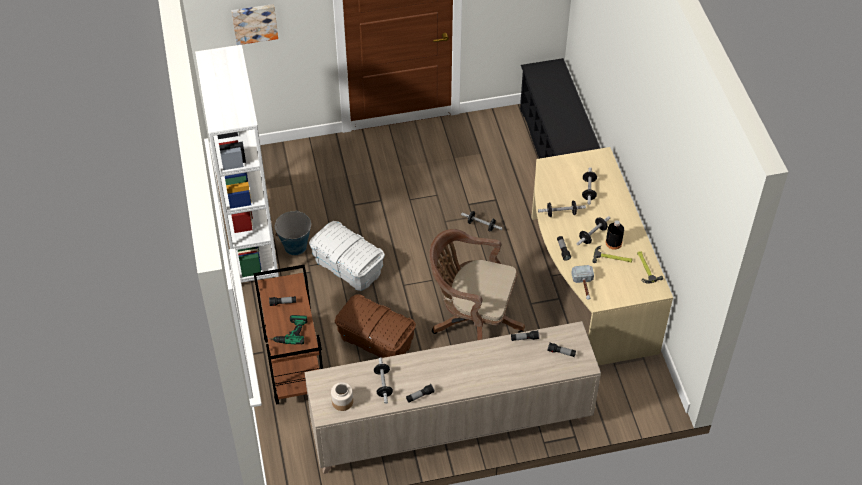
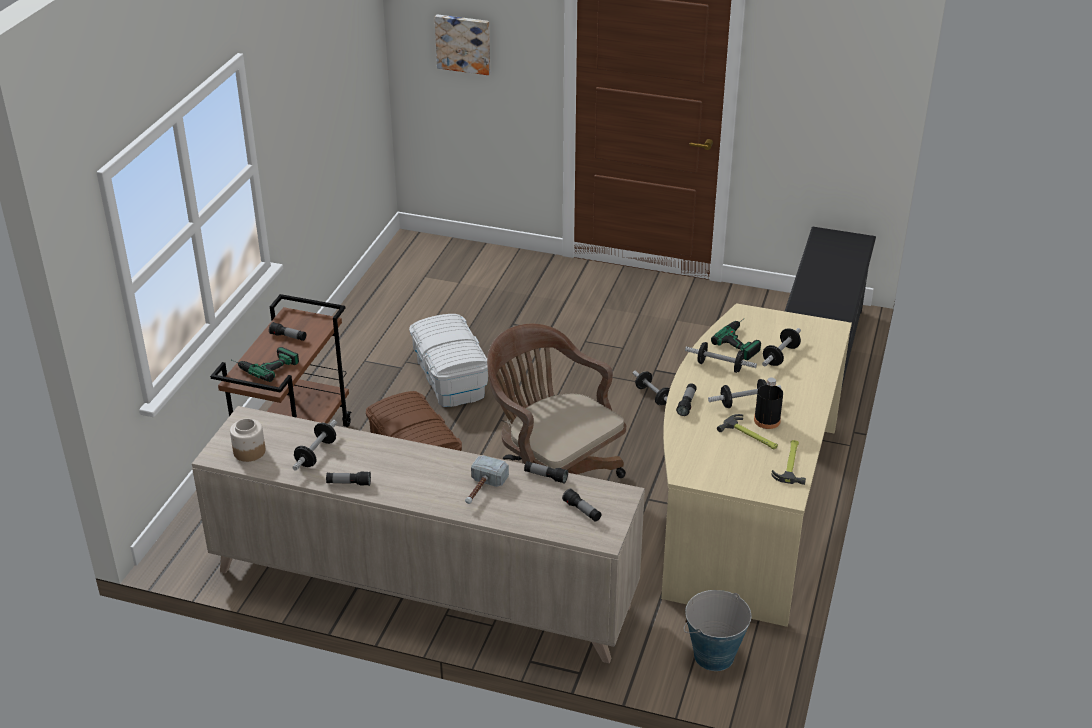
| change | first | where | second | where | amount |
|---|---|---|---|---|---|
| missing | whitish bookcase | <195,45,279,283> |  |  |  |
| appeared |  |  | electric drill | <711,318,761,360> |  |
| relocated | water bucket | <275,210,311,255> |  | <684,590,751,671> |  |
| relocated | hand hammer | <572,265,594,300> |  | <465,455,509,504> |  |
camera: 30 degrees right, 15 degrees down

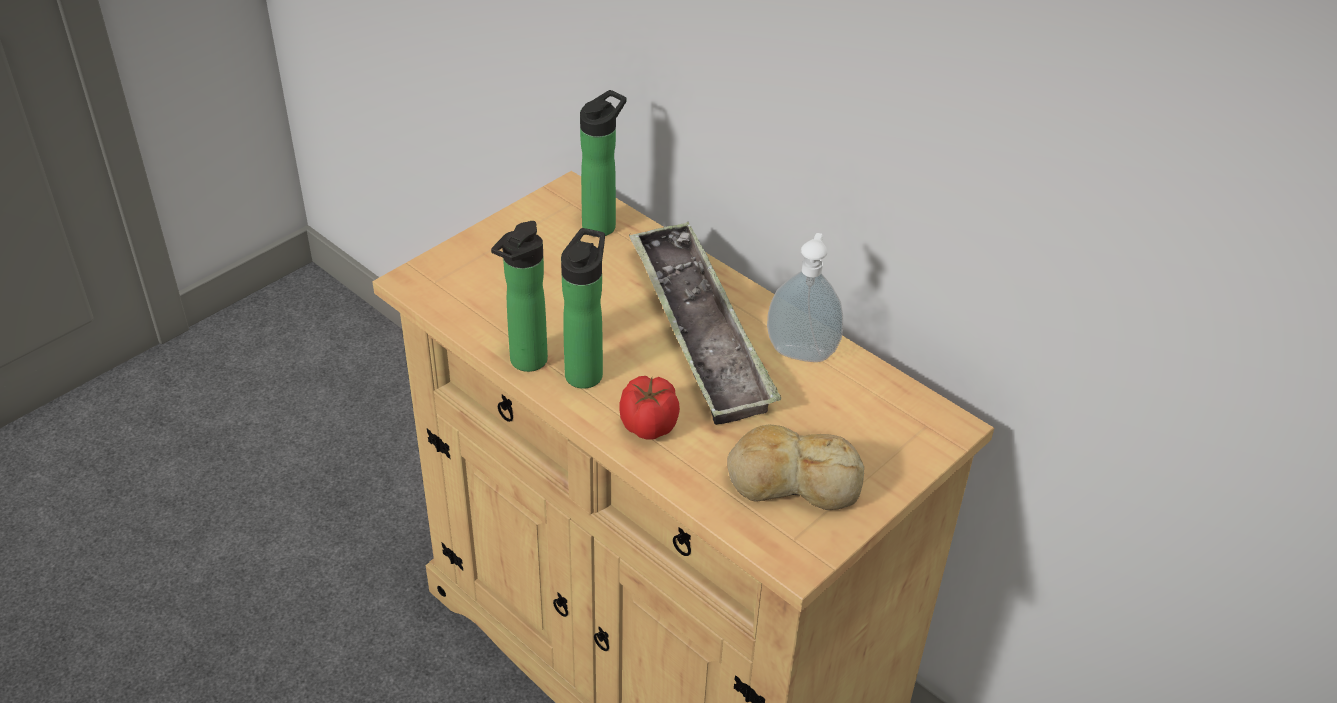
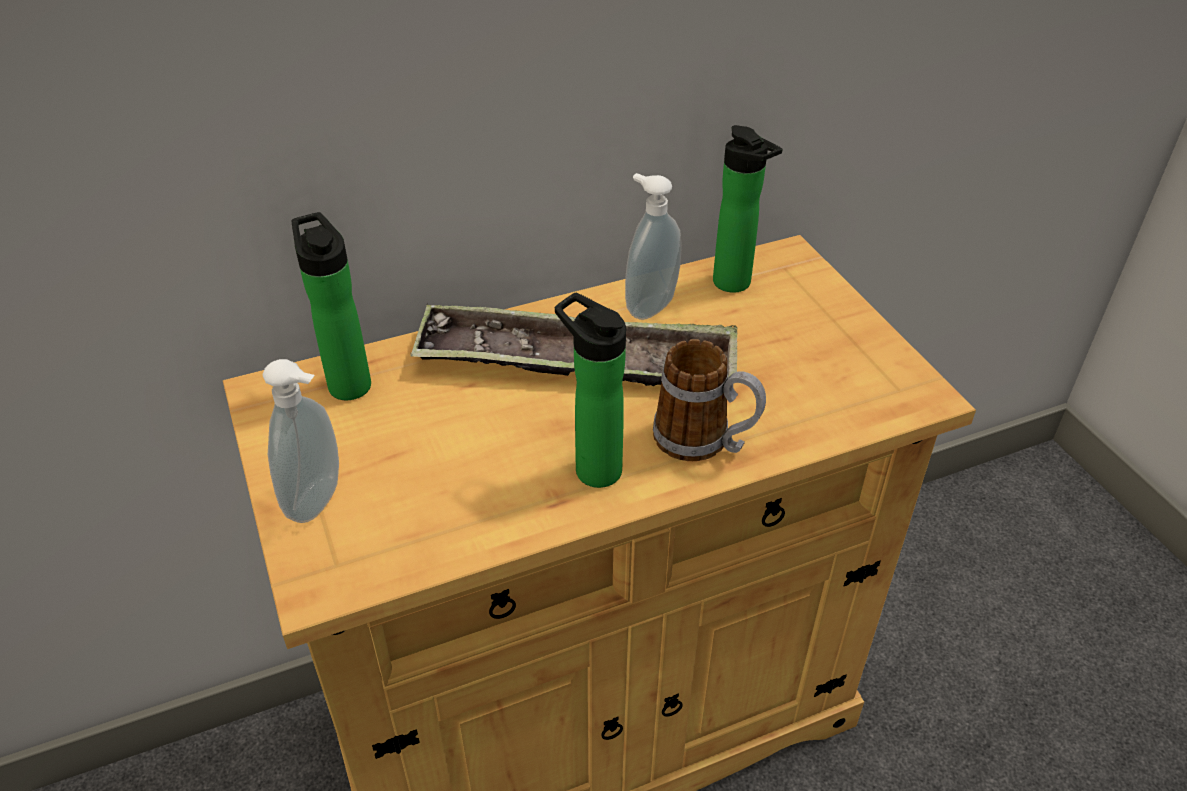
| change | first | where | second | where | amount |
|---|---|---|---|---|---|
| missing | bakery bread | <727,425,864,510> |  |  |  |
| appeared |  |  | soap bottle | <262,359,339,523> |  |
| relocated | beverage bottle | <491,221,548,372> |  | <713,125,783,293> |  |
| exchanged | tomato | <619,376,680,439> | coffee mug | <653,339,766,461> |  |
camera: 65 degrees left, 0 degrees up

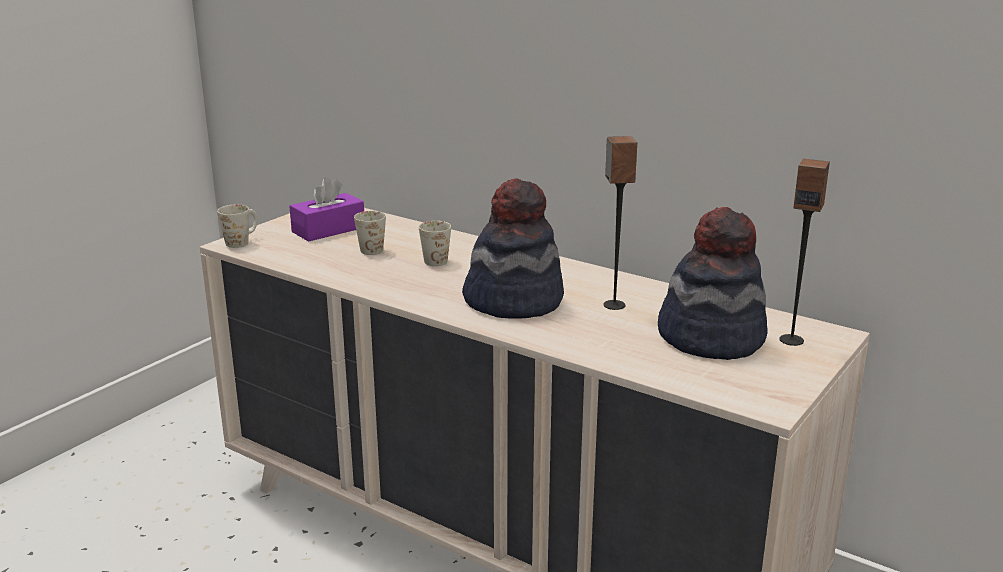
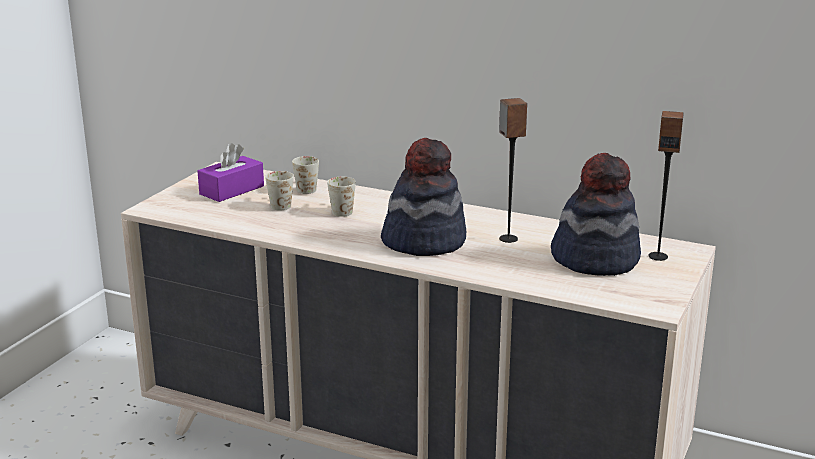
| change | first | where | second | where | amount |
|---|---|---|---|---|---|
| relocated | whitish coffee mug | <217,204,258,248> |  | <292,156,319,194> |  |
camera: 10 degrees left, 0 degrees up

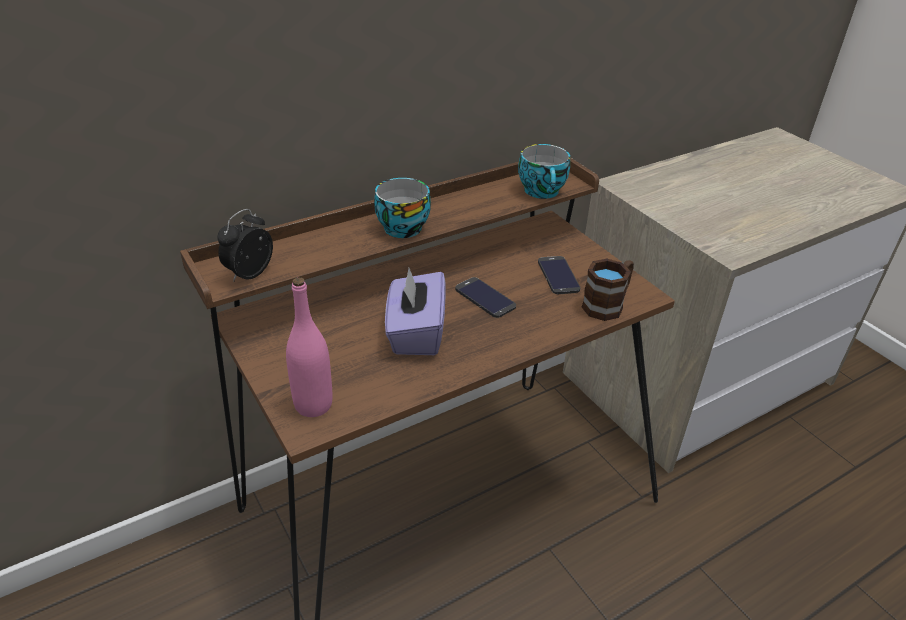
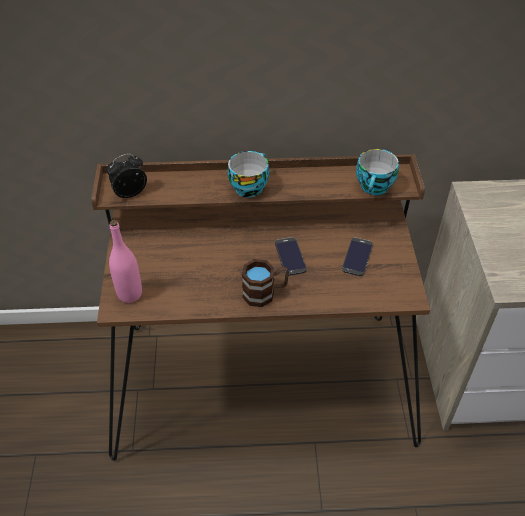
| change | first | where | second | where | amount |
|---|---|---|---|---|---|
| missing | purple box of tissues | <385,268,446,355> |  |  |  |
| relocated | brown-coloured coffee mug | <582,259,634,321> |  | <242,259,289,307> |  |
camera: 30 degrees right, 10 degrees up

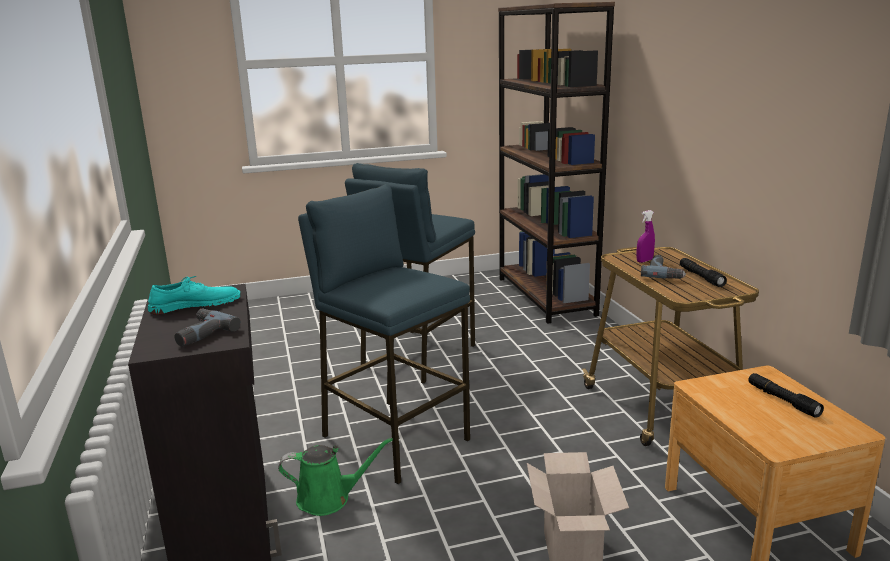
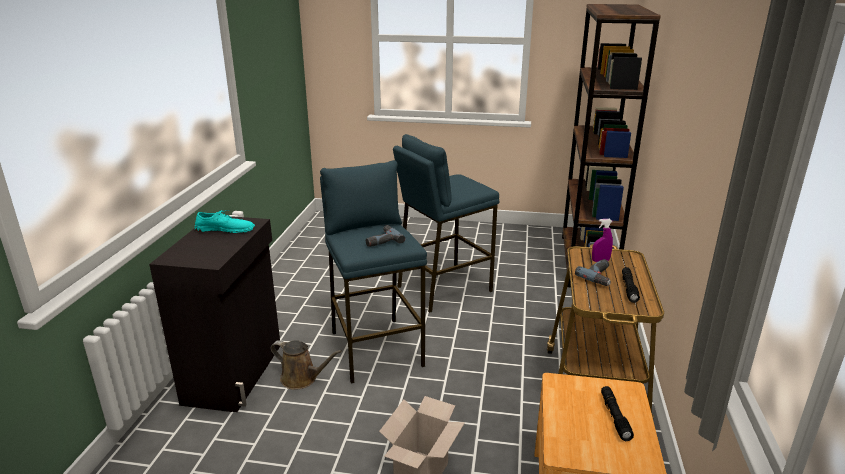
| change | first | where | second | where | amount |
|---|---|---|---|---|---|
| relocated | electric drill | <175,308,241,347> |  | <366,225,405,247> |  |
| colour | greenish watering pot | <278,438,393,516> | brown-coloured watering pot | <271,340,342,390> |  |
camera: 25 degrees right, 5 degrees up

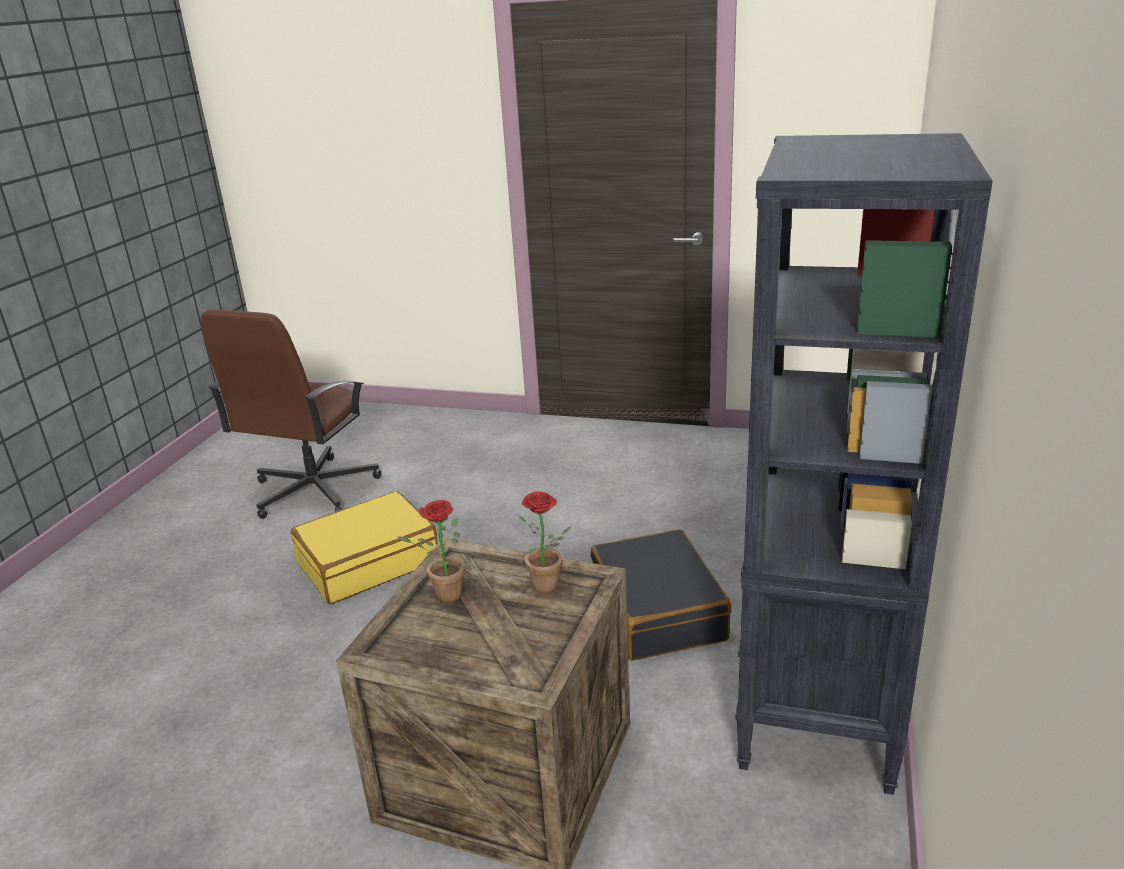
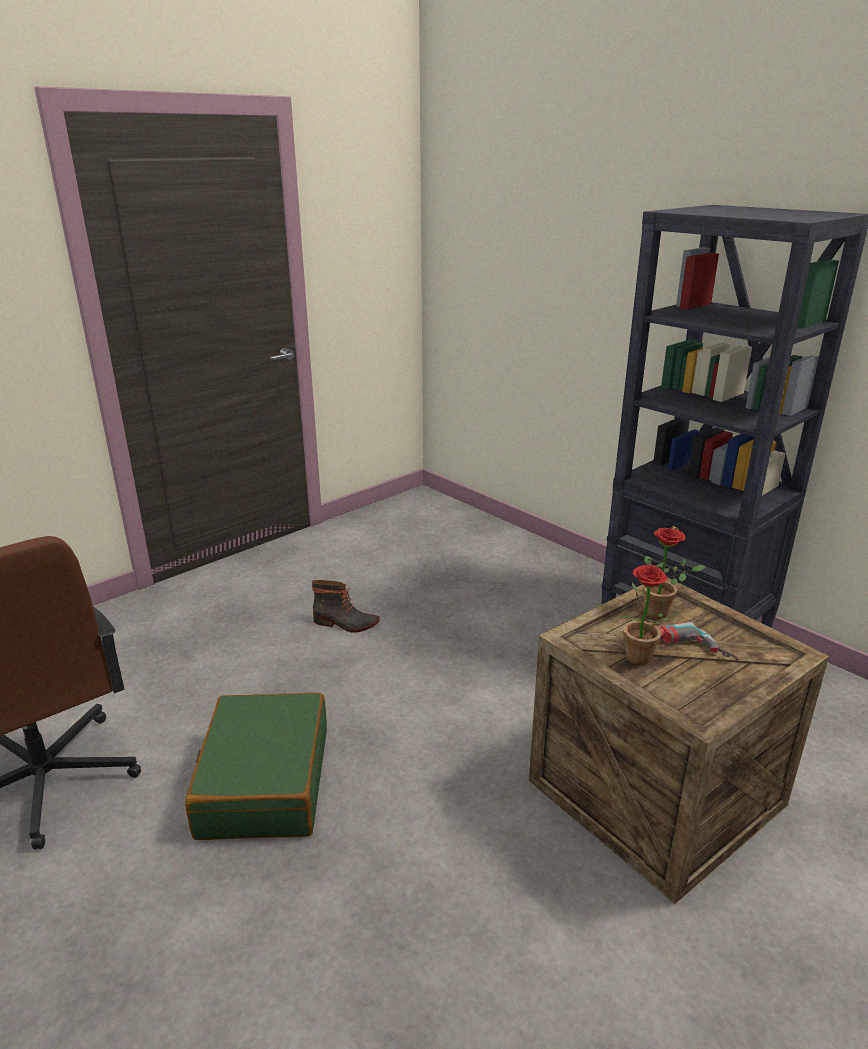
| change | first | where | second | where | amount |
|---|---|---|---|---|---|
| missing | black-coloured travel case | <591,529,731,661> |  |  |  |
| appeared |  |  | tall boot | <312,580,380,633> |  |
| appeared |  |  | electric drill | <659,622,738,660> |  |
| colour | yellow travel case | <290,491,437,604> | greenish travel case | <185,692,327,840> |  |
camera: 60 degrees left, 0 degrees up

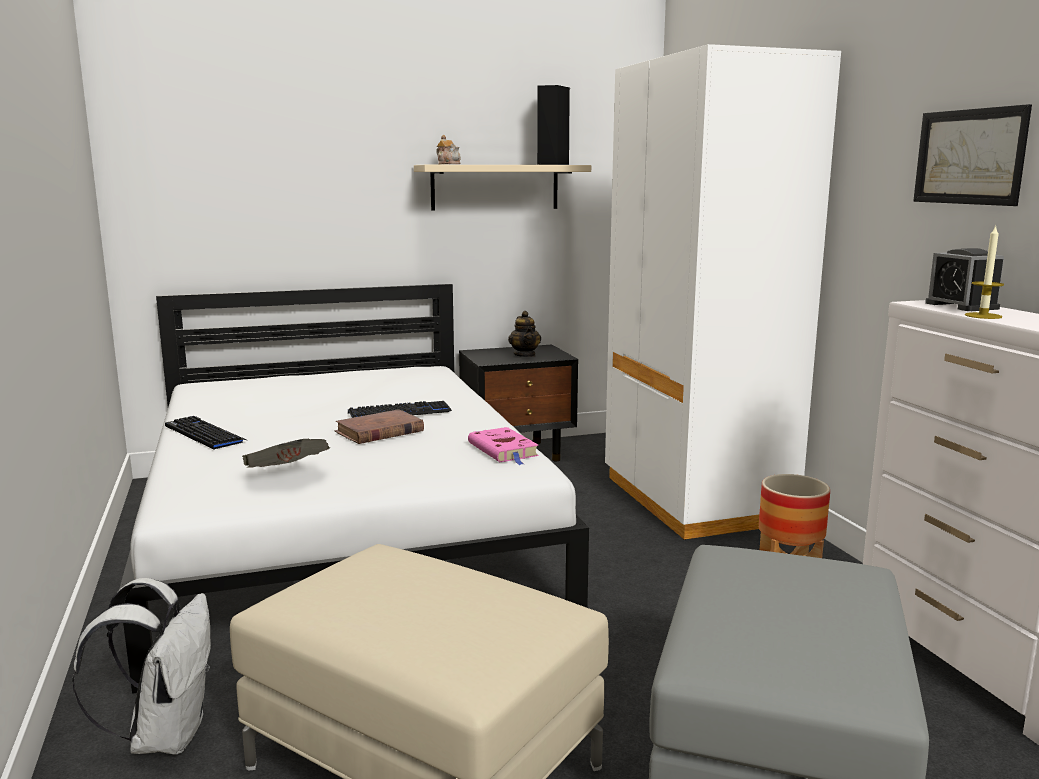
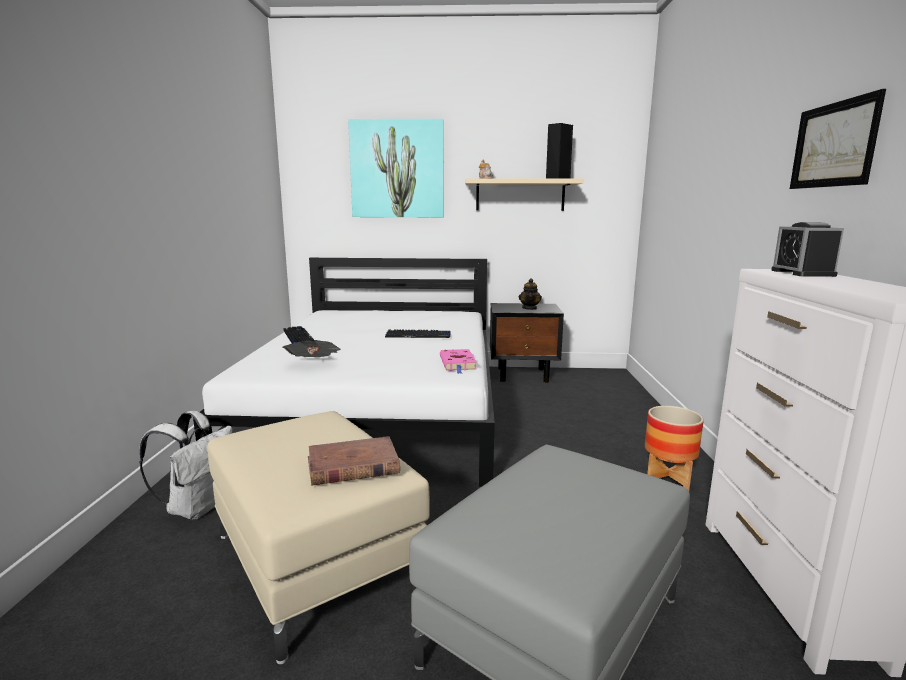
| change | first | where | second | where | amount |
|---|---|---|---|---|---|
| missing | whitish clothes cupboard | <605,44,841,540> |  |  |  |
| missing | wax candle | <965,225,1004,319> |  |  |  |
| appeared |  |  | wall picture | <348,119,444,218> |  |
| relocated | brown-coloured book | <334,409,424,444> |  | <308,436,400,486> |  |
camera: 20 degrees right, 0 degrees up

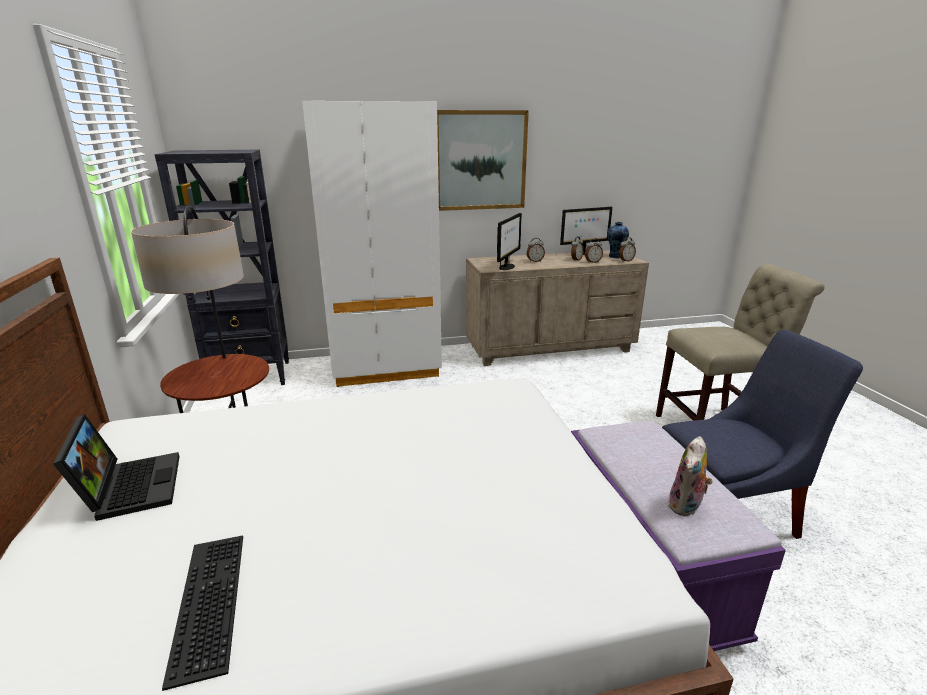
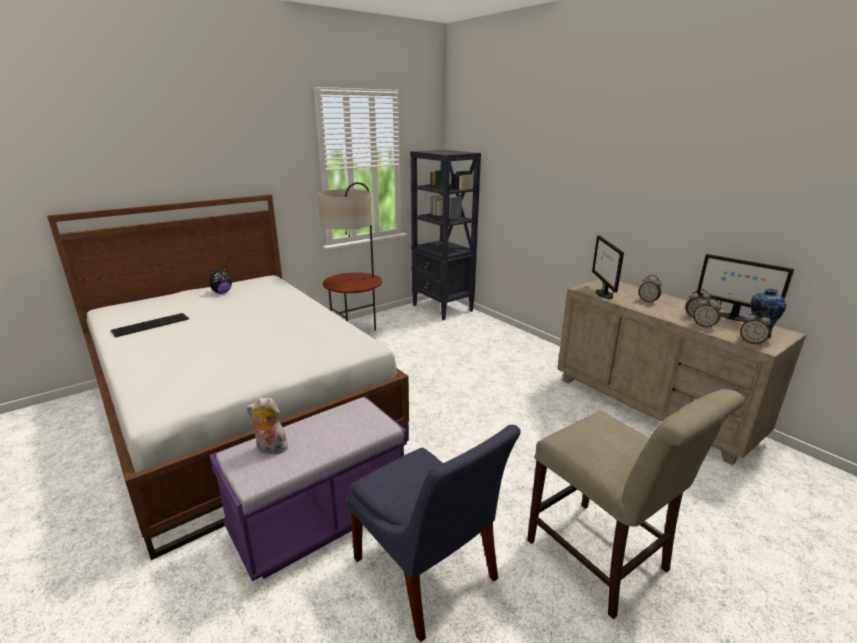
| change | first | where | second | where | amount |
|---|---|---|---|---|---|
| missing | whitish clothes cupboard | <302,101,442,387> |  |  |  |
| missing | wall picture | <437,110,529,211> |  |  |  |
| exchanged | laptop | <53,414,180,521> | plush toy | <210,267,232,294> |  |
| spun | computer display | <497,213,522,270> |  | <592,235,624,299> | 90 degrees clockwise |
camera: 65 degrees right, 0 degrees up

